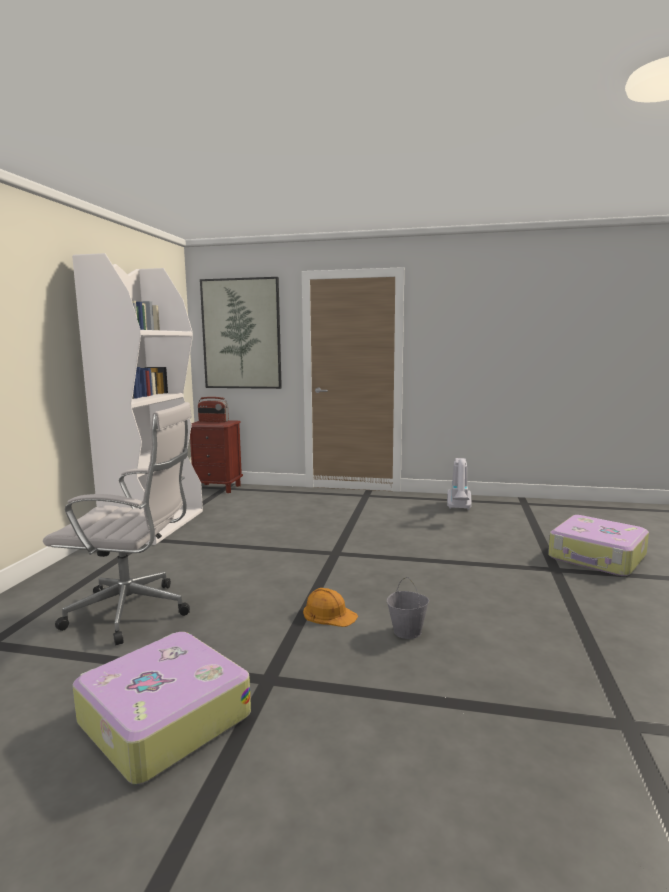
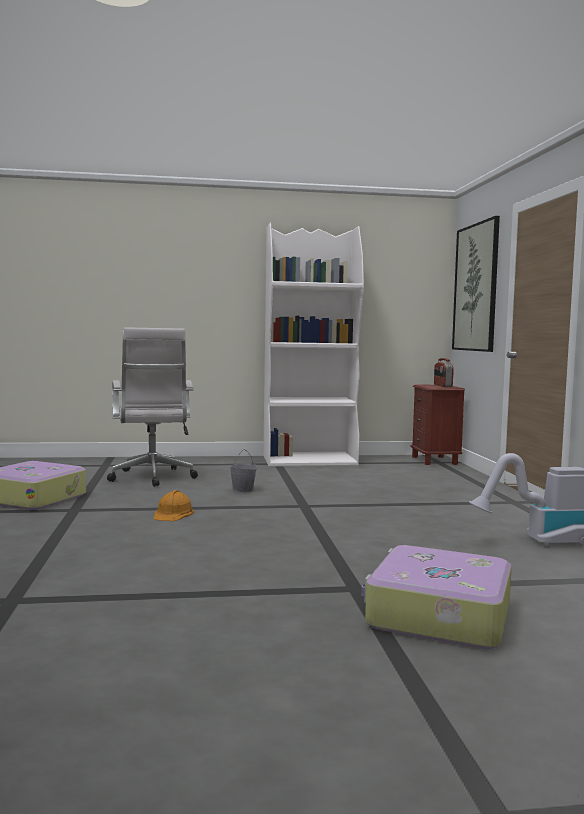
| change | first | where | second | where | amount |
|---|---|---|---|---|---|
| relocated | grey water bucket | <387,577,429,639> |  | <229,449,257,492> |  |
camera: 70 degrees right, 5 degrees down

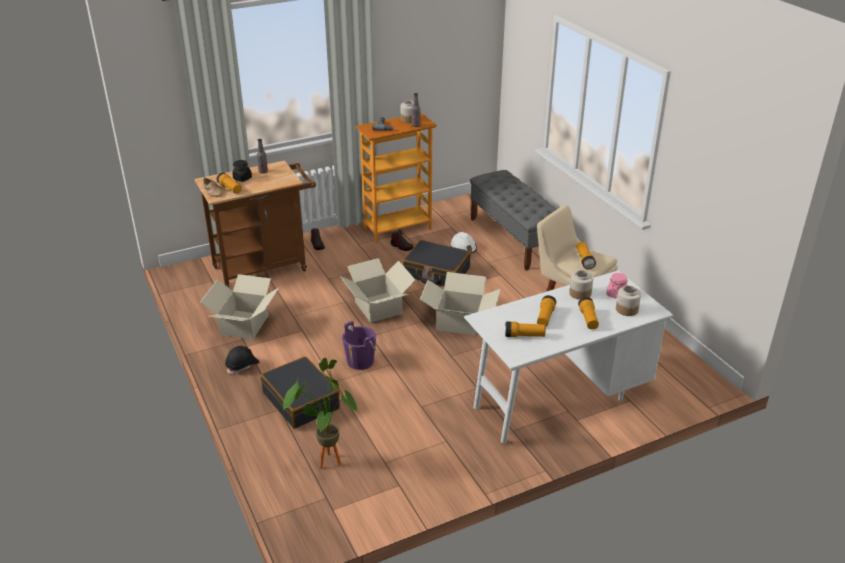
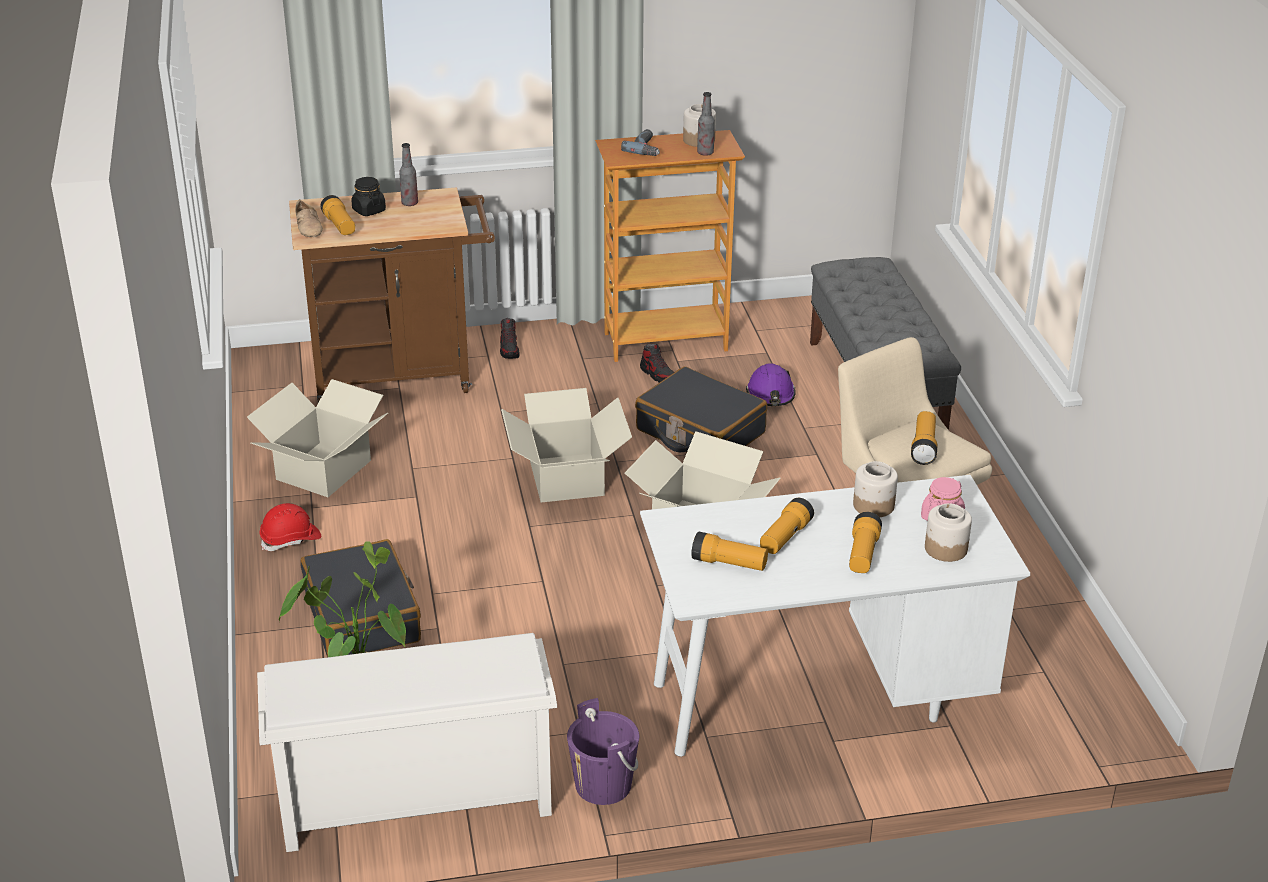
| change | first | where | second | where | amount |
|---|---|---|---|---|---|
| appeared |  |  | whitish shoe rack | <257,633,557,852> |  |
| relocated | purple water bucket | <342,321,377,370> |  | <567,698,639,805> |  |
| colour | black-coloured work helmet | <225,346,259,374> | red-coloured work helmet | <259,503,321,551> |  |
| colour | whitish work helmet | <450,232,477,253> | purple work helmet | <746,363,796,406> |  |
camera: 15 degrees right, 0 degrees up

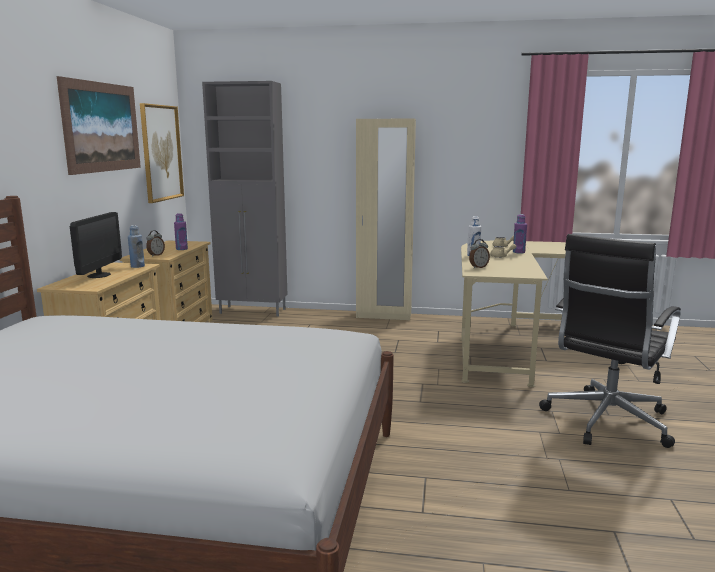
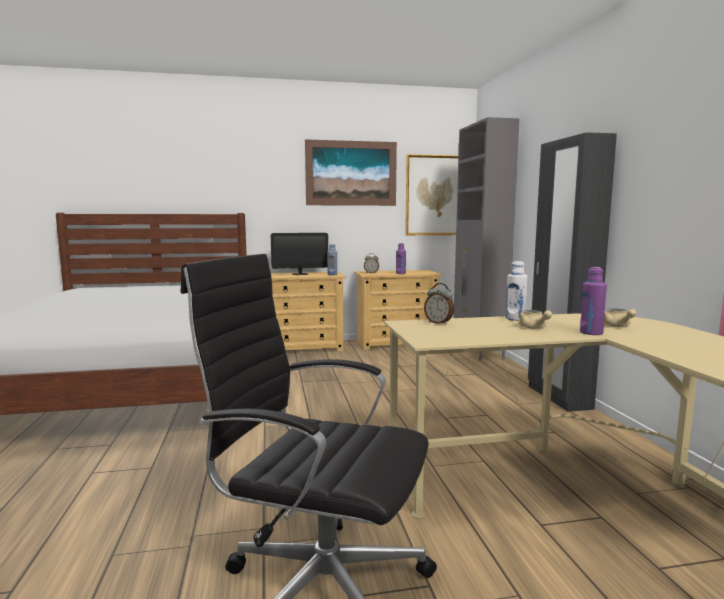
| change | first | where | second | where | amount |
|---|---|---|---|---|---|
| colour | beige clothes cupboard | <356,119,416,321> | black-coloured clothes cupboard | <528,132,617,412> |  |
camera: 70 degrees right, 5 degrees down

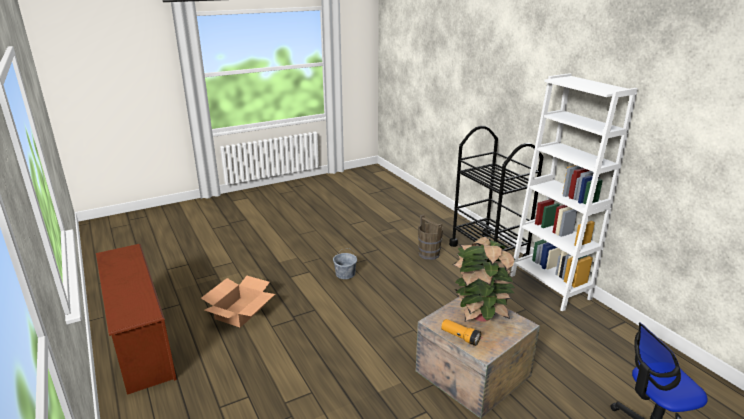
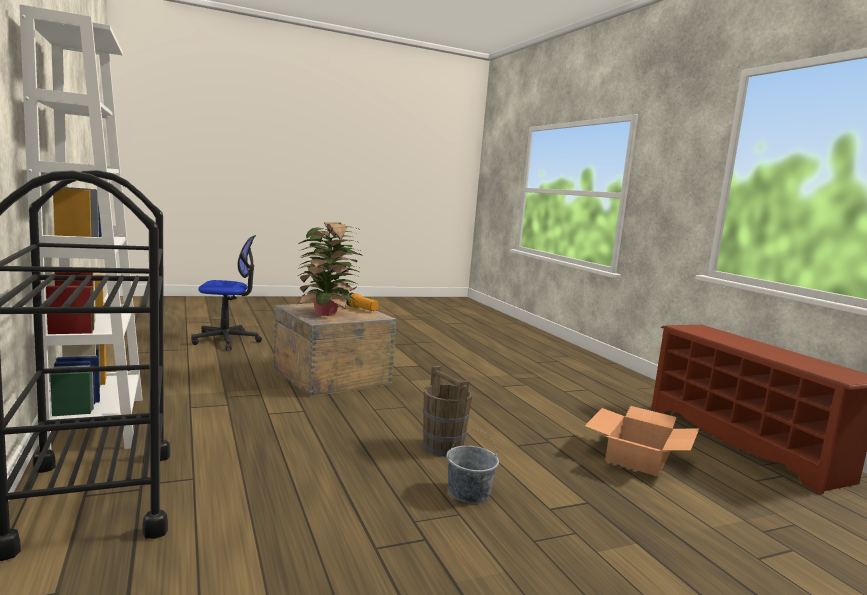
| change | first | where | second | where | amount |
|---|---|---|---|---|---|
| relocated | brown-coloured water bucket | <418,215,443,260> |  | <423,366,473,456> |  |
camera: 175 degrees left, 15 degrees down

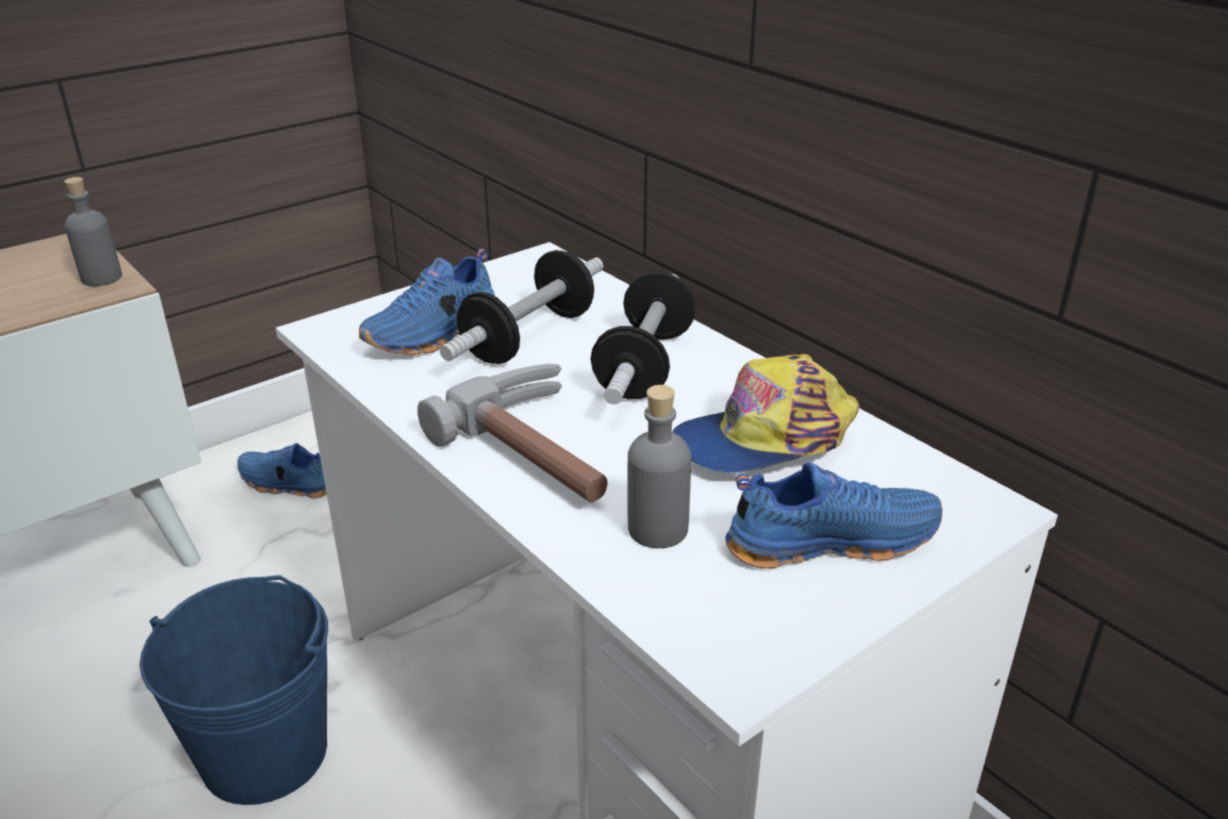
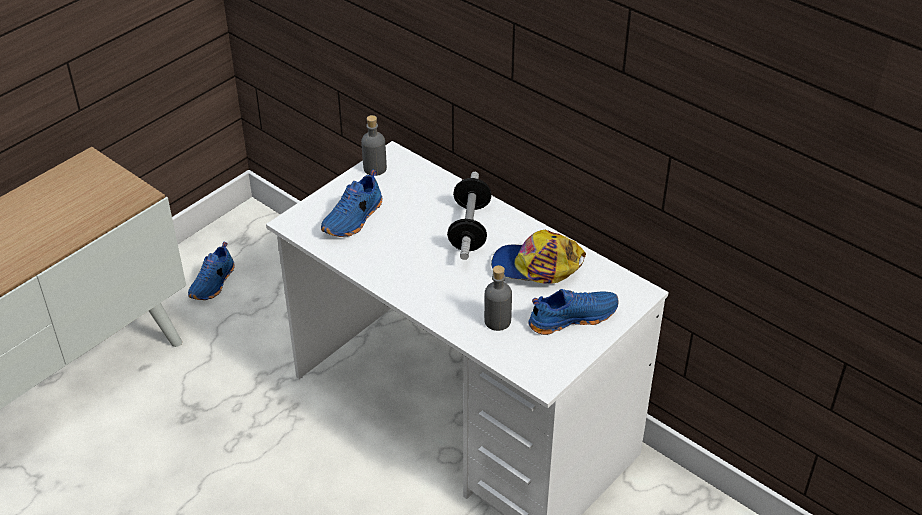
| change | first | where | second | where | amount |
|---|---|---|---|---|---|
| missing | bluish water bucket | <140,575,328,805> |  |  |  |
| missing | hand hammer | <417,364,608,502> |  |  |  |
| missing | free weight | <440,250,603,364> |  |  |  |
| relocated | grey beverage bottle | <64,177,122,286> |  | <361,115,387,176> |  |
| spun | bluish shoe | <237,443,327,498> |  | <188,242,235,300> | 75 degrees counterclockwise |
| spun | baseball cap | <672,354,859,473> |  | <491,230,586,284> | 45 degrees clockwise |
camera: 10 degrees left, 10 degrees up

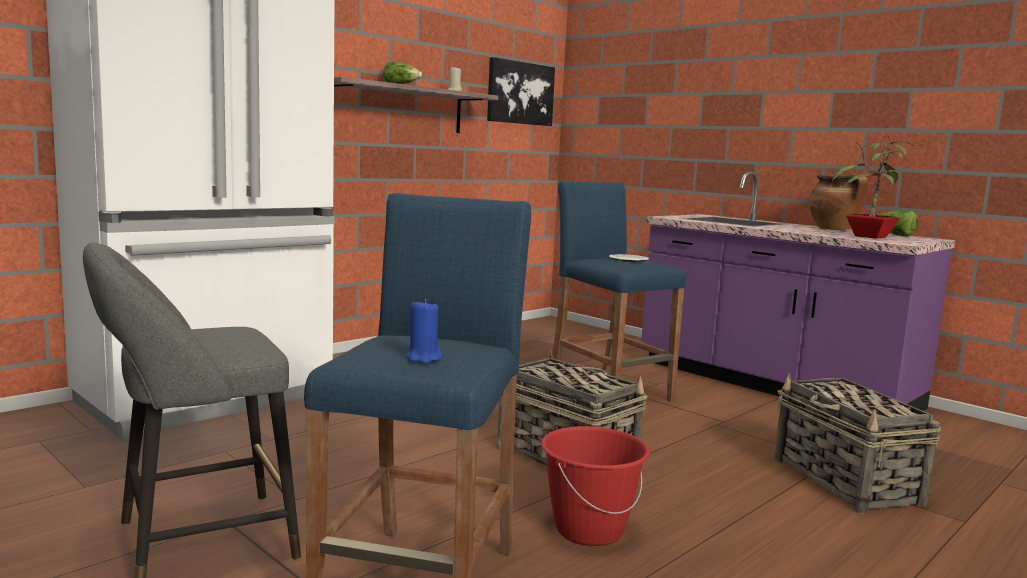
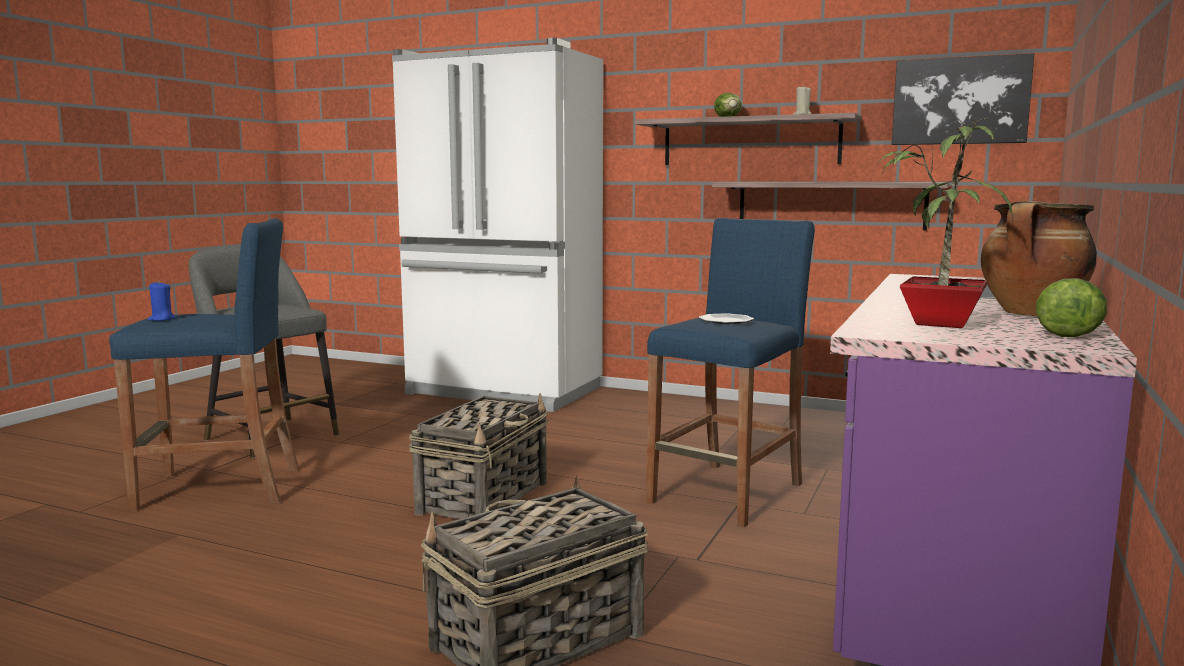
| change | first | where | second | where | amount |
|---|---|---|---|---|---|
| missing | red-coloured water bucket | <541,426,650,546> |  |  |  |
| appeared |  |  | shelf | <712,182,949,230> |  |
camera: 70 degrees right, 0 degrees up

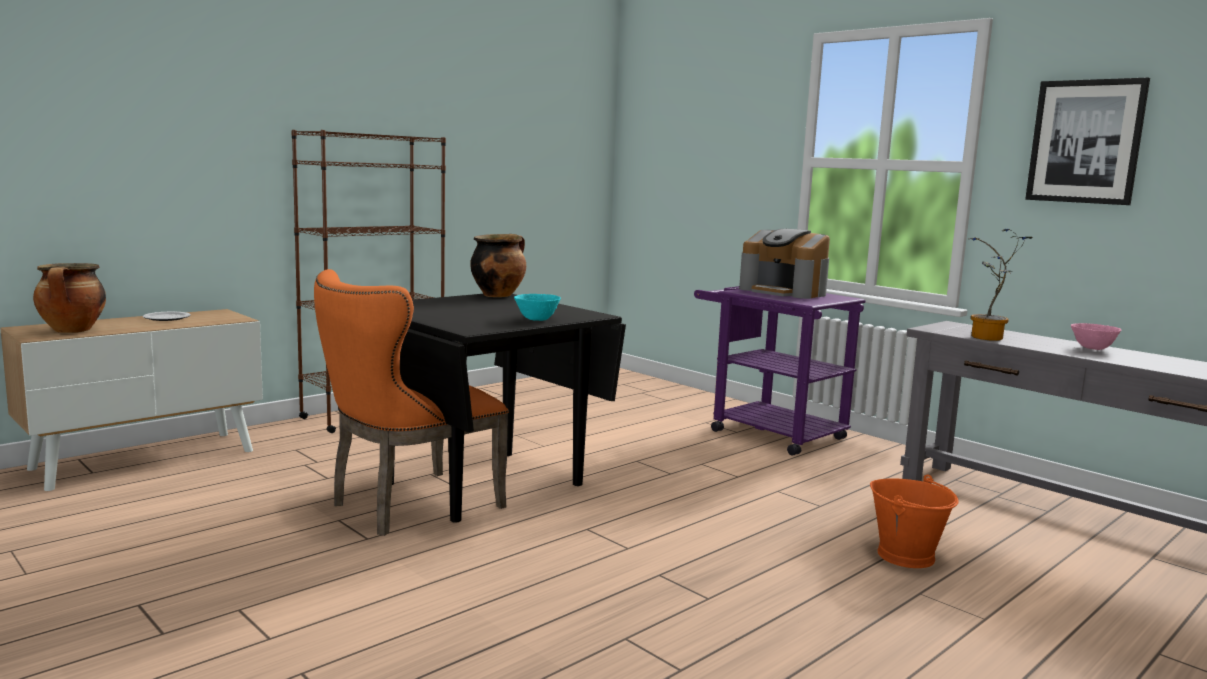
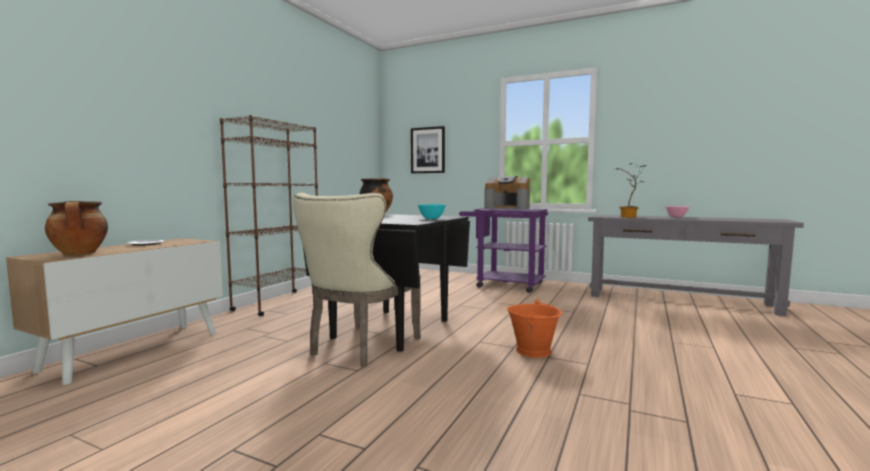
| change | first | where | second | where | amount |
|---|---|---|---|---|---|
| relocated | orangey water bucket | <870,474,959,568> |  | <507,299,562,358> |  |
| relocated | wall picture | <1025,77,1150,205> |  | <411,126,445,173> |  |
| colour | orangey upright chair | <314,269,509,536> | beige upright chair | <293,193,421,367> |  |
camera: 20 degrees left, 5 degrees down

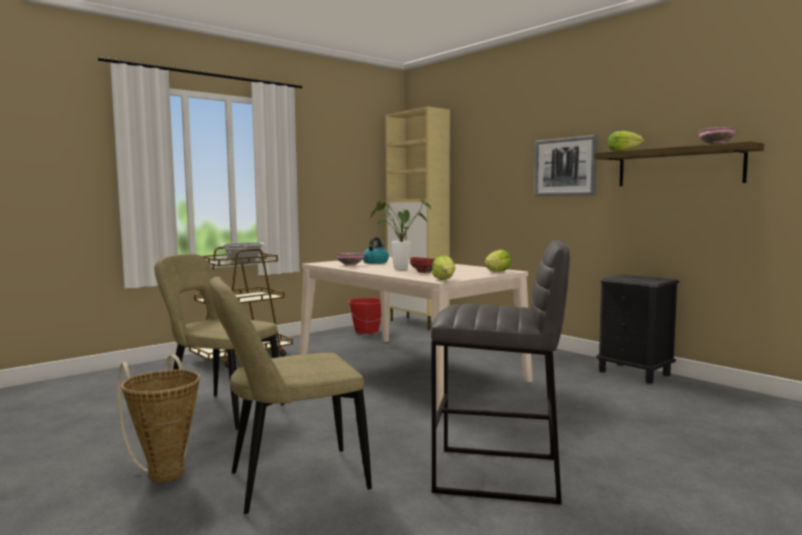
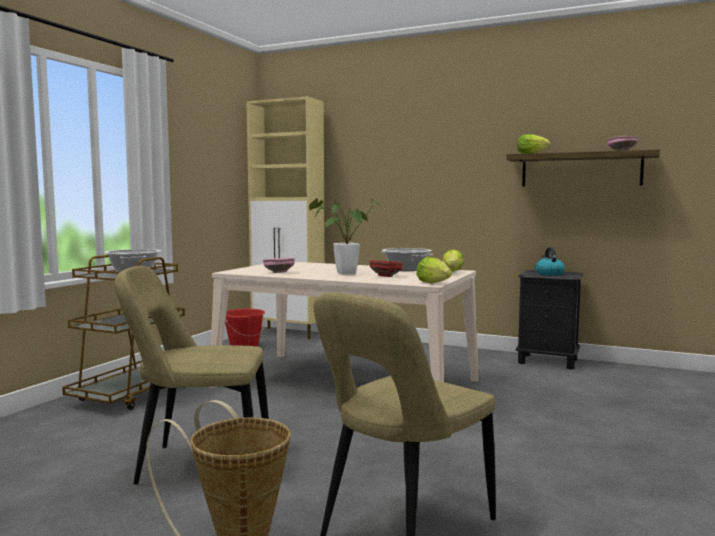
| change | first | where | second | where | amount |
|---|---|---|---|---|---|
| missing | grey stool seat | <431,240,570,504> |  |  |  |
| missing | wall picture | <534,135,597,196> |  |  |  |
| appeared |  |  | cooking pot | <382,248,433,271> |  |
| relocated | kettle | <363,237,389,264> |  | <535,247,565,275> |  |
camera: 25 degrees left, 0 degrees up

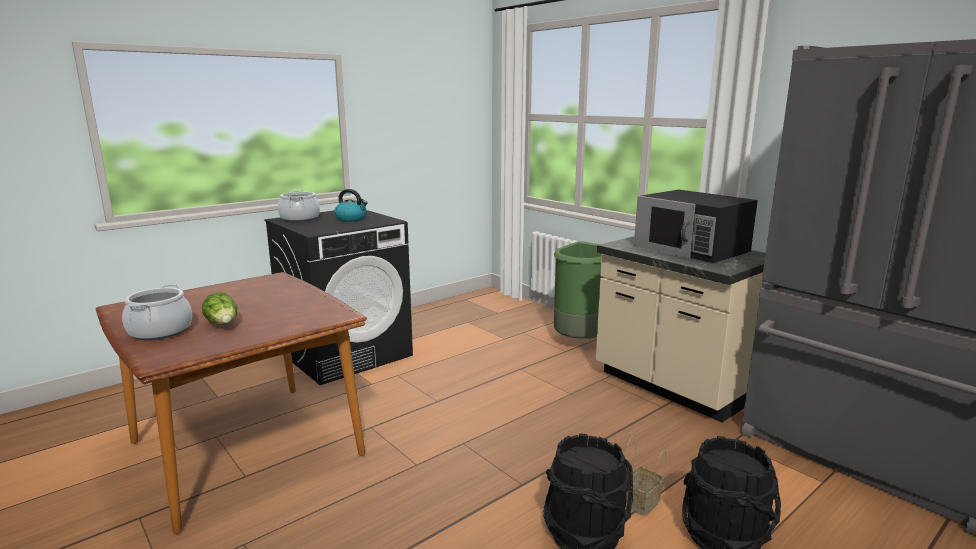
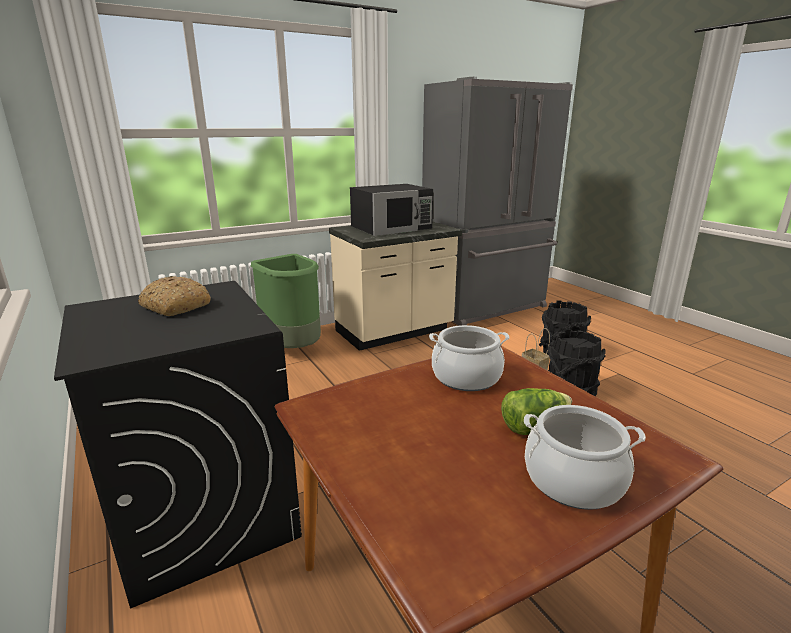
| change | first | where | second | where | amount |
|---|---|---|---|---|---|
| relocated | cooking pot | <278,190,320,222> |  | <429,325,510,391> |  |
| exchanged | kettle | <334,189,368,222> | bakery bread | <138,276,211,316> |  |
camera: 80 degrees left, 5 degrees up

